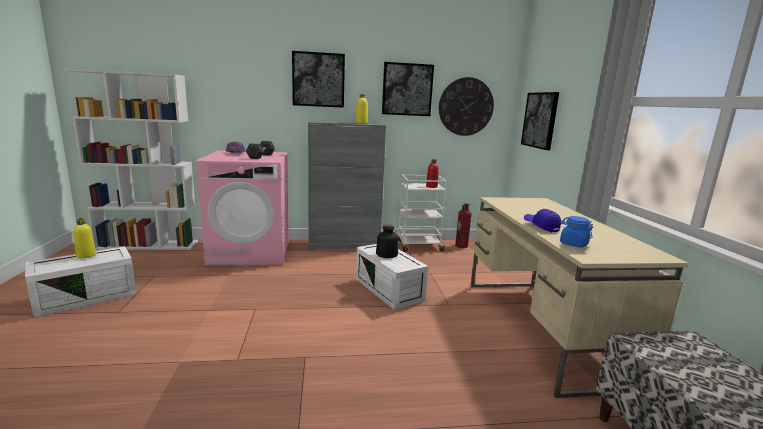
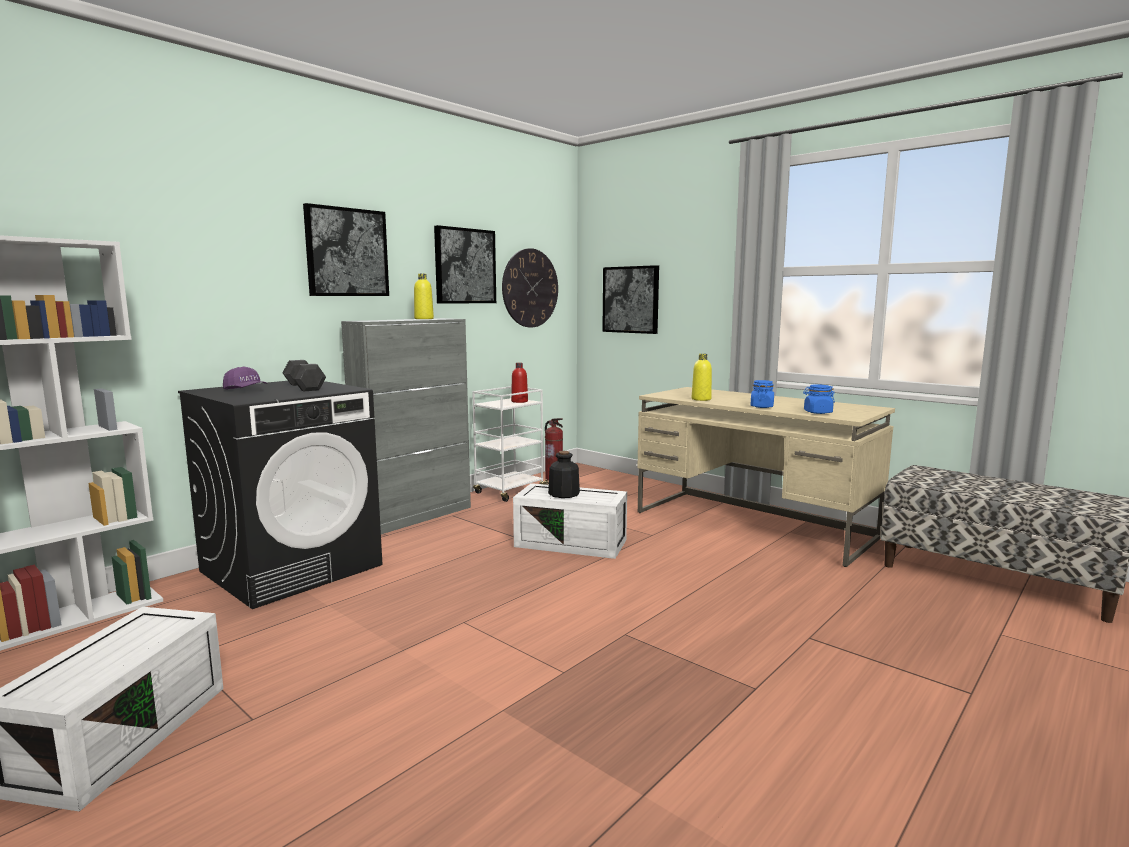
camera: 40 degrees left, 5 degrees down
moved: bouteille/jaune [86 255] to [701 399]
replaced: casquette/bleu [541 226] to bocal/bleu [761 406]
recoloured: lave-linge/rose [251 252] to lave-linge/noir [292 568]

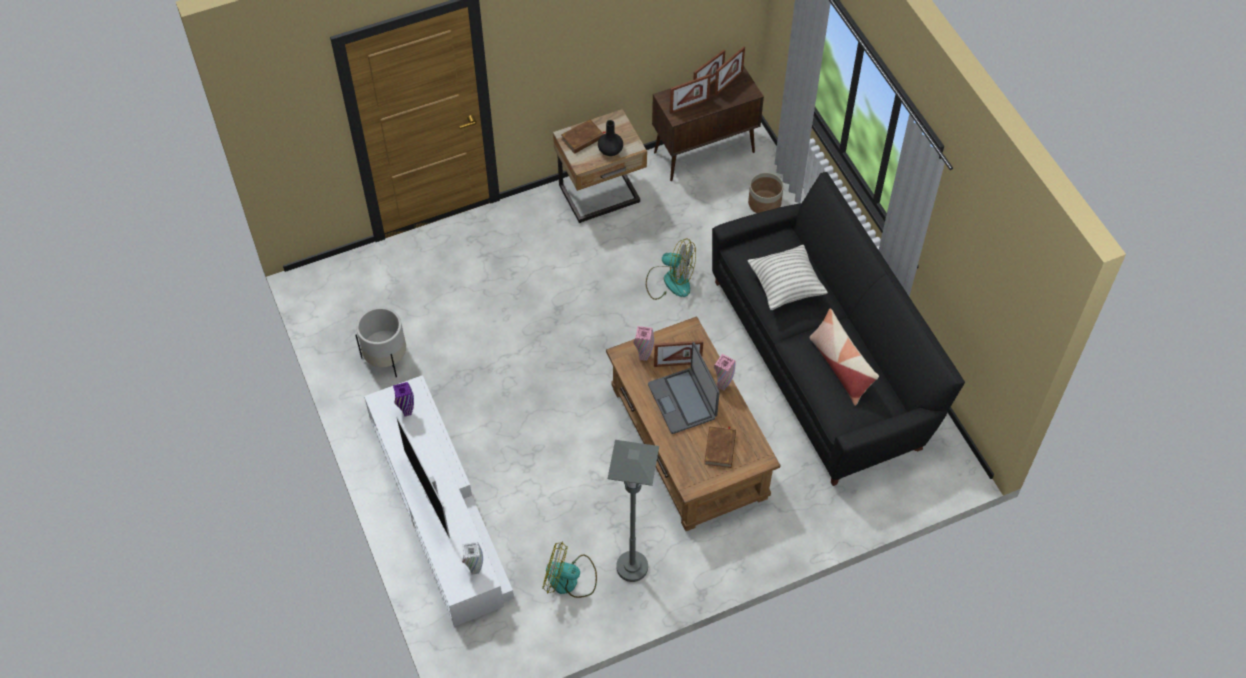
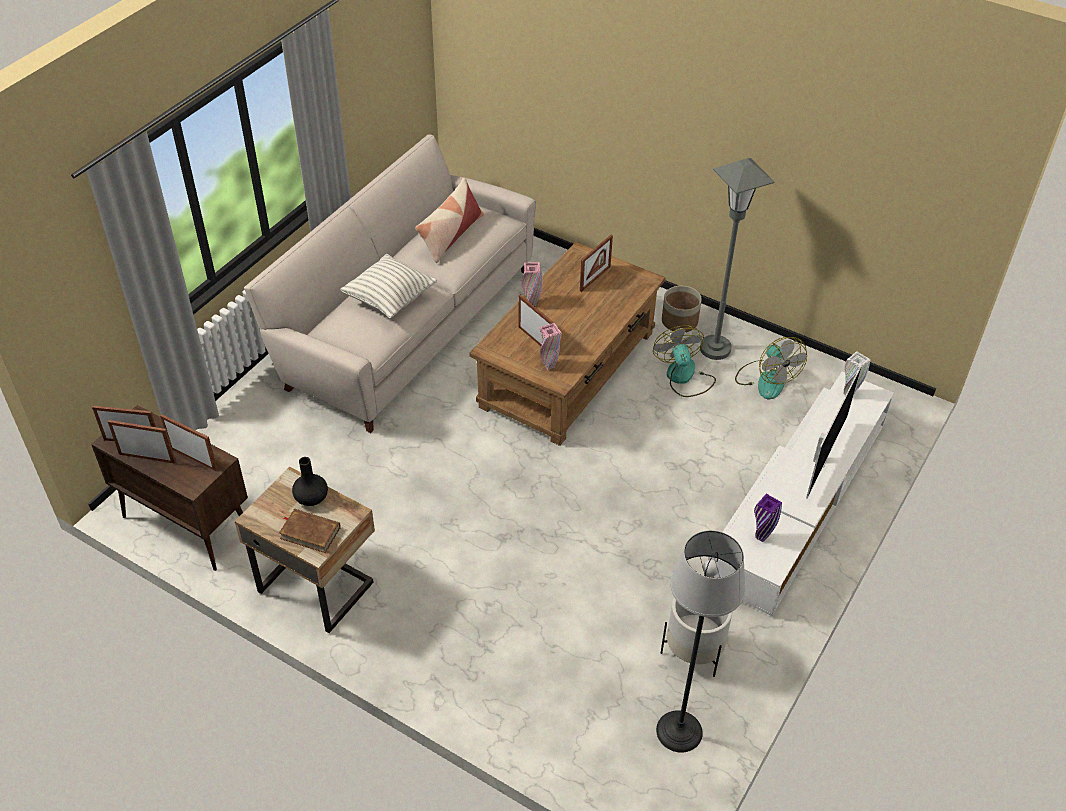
camera: 125 degrees left, 10 degrees down
removed: ordinateur portable [683 401]
added: lampadaire [679 731]
moved: ventilateur [670 281] to [684 377]; cache-pot [764 203] to [679 321]
replaced: livre/marron [720 448] to cadre photo [595 278]
recoloured: canapé/noir [822 360] to canapé/beige [405 325]

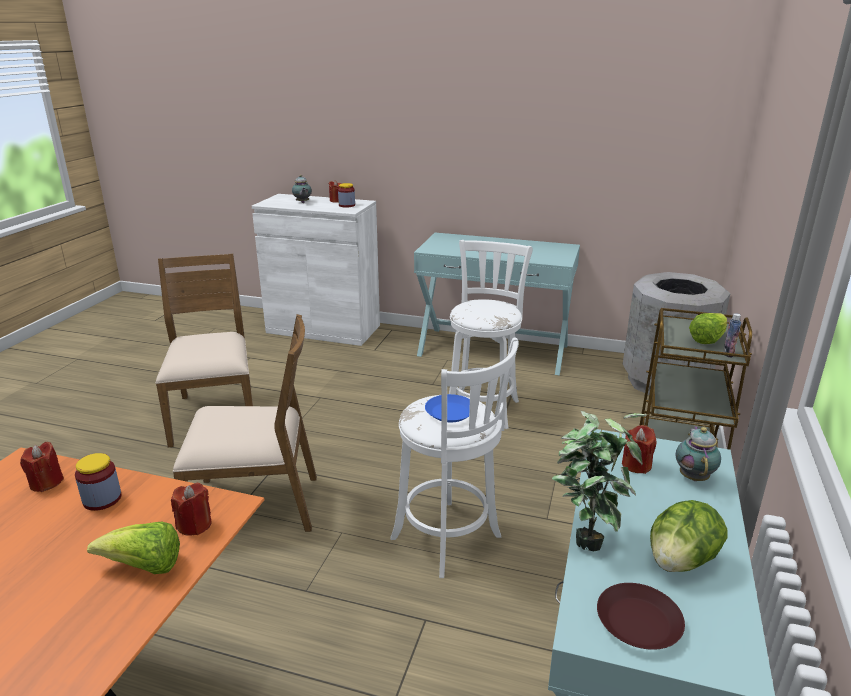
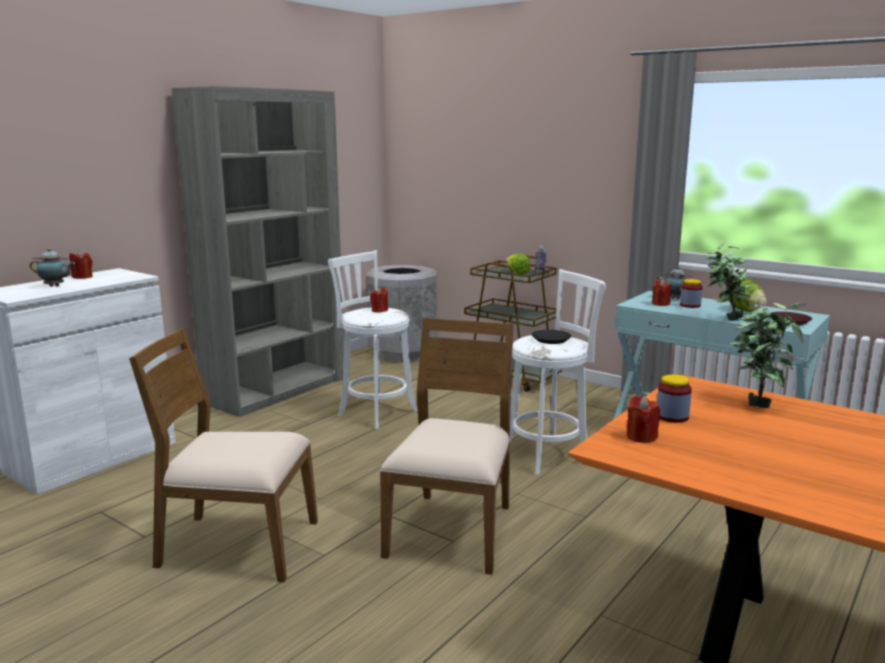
camera: 70 degrees left, 10 degrees down
moved: bougie/rouge [194 525] to [379 310]; bocal [347 205] to [690 305]
replaced: laitue [144 567] to plante en pot [758 403]; table console/turquoise [493 350] to bibliothèque/gris [277 390]
recoloured: assiette/bleu [449 412] to assiette/noir [550 340]

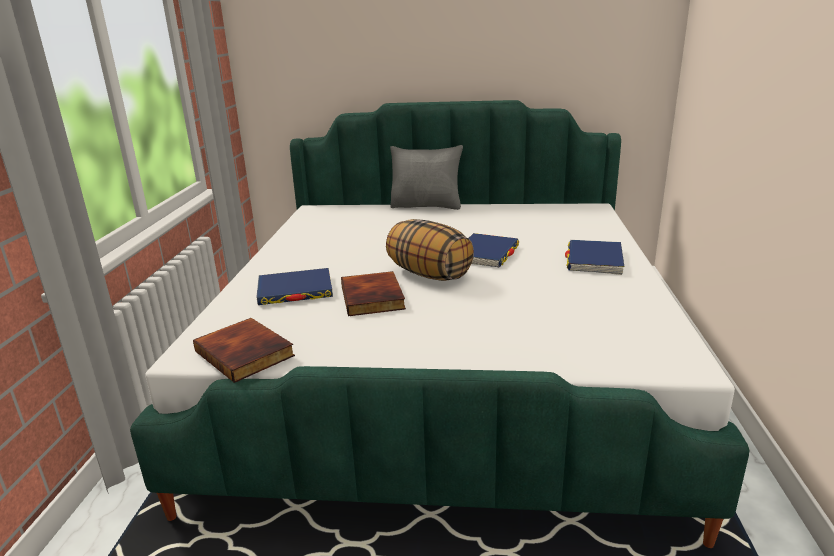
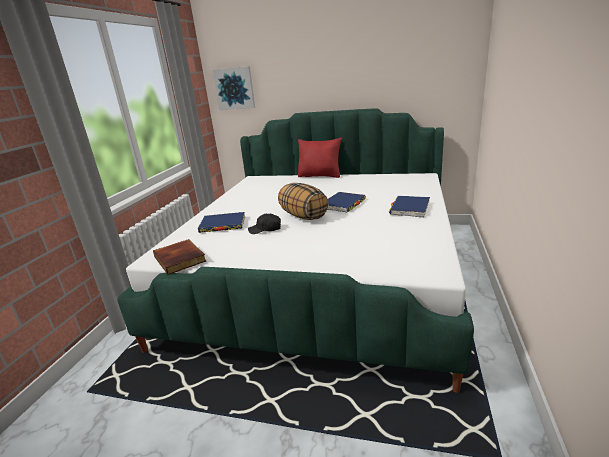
camera: 10 degrees right, 0 degrees up
added: tableau [234 88]
replaced: livre [374 297] to casquette/noir [265 229]
recoloured: coussin/gris [427 206] to coussin/rouge [320 176]

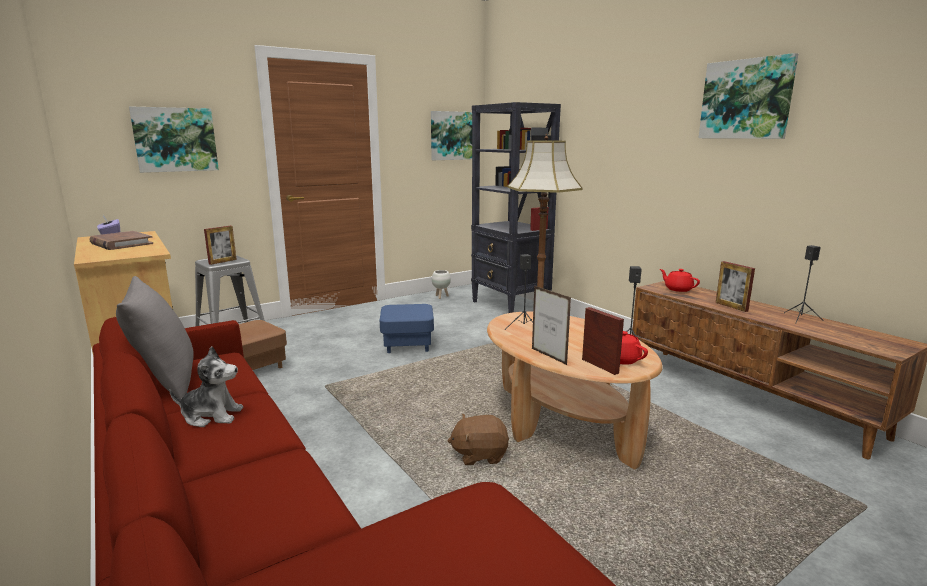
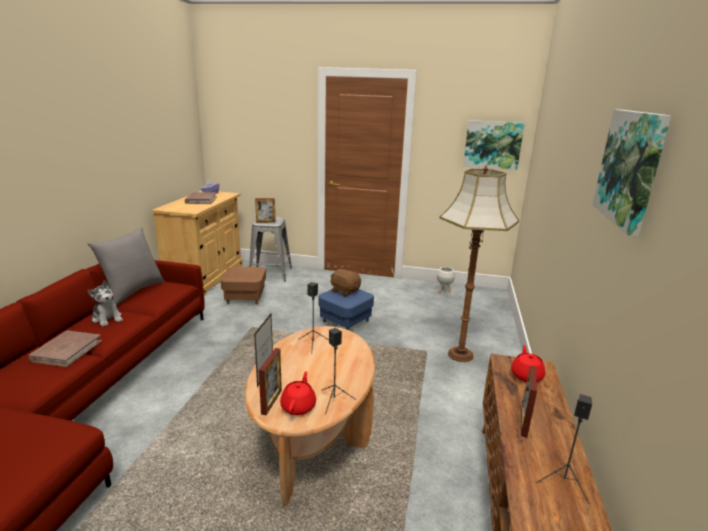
camera: 45 degrees right, 5 degrees up
removed: tableau [175 139]; bibliothèque/noir [510 305]
added: livre/marron [66 351]
moved: peluche/marron [479 455] to [345 291]

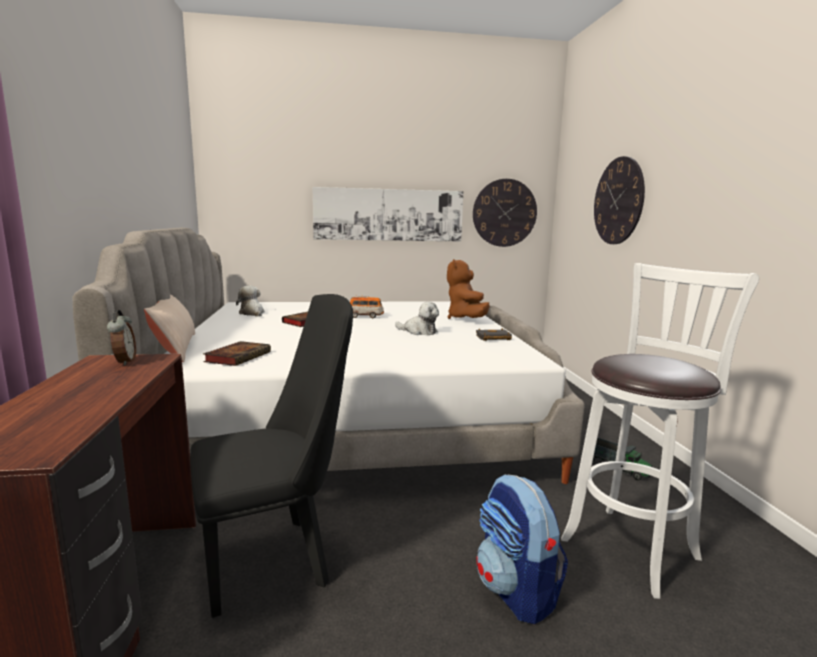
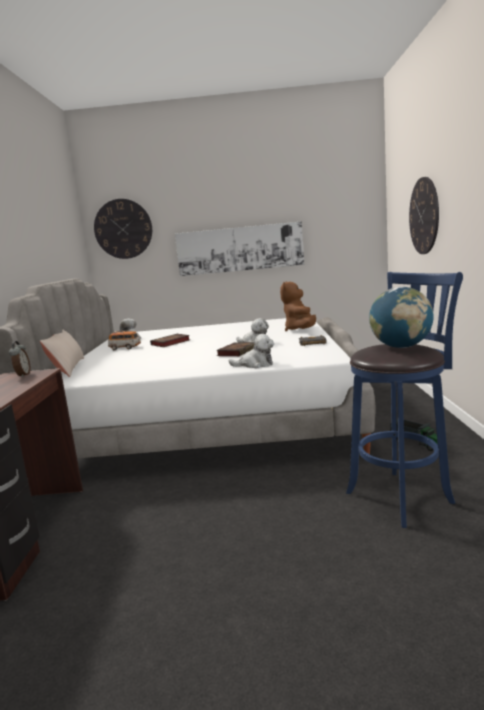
camera: 10 degrees right, 0 degrees up
removed: chaise/noir [276 559]; sac à dos [516 591]
added: peluche [255 365]; globe [401 347]
moved: livre [239 357] to [237 352]; petite voiture [365 316] to [125 348]; horloge murale [504 213] to [123 229]
recoloured: tabouret/blanc [633 546] to tabouret/bleu [402 495]

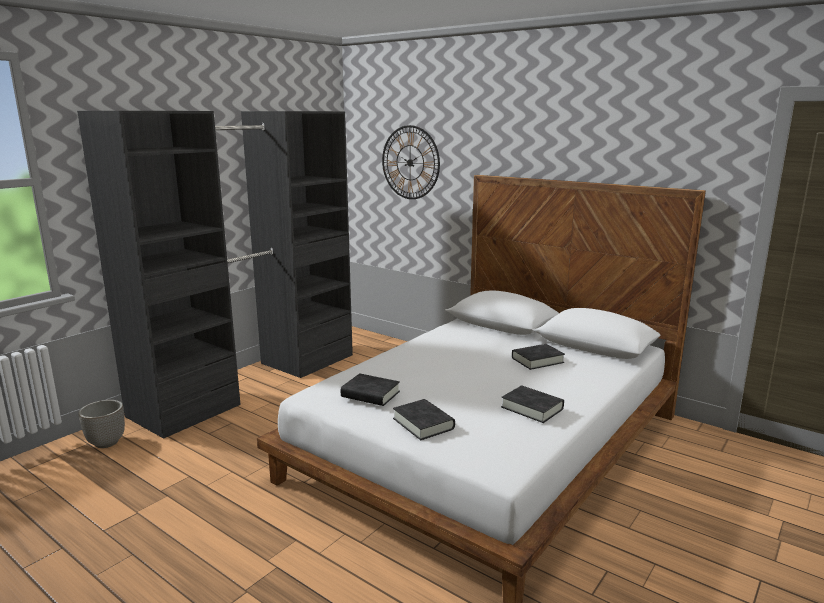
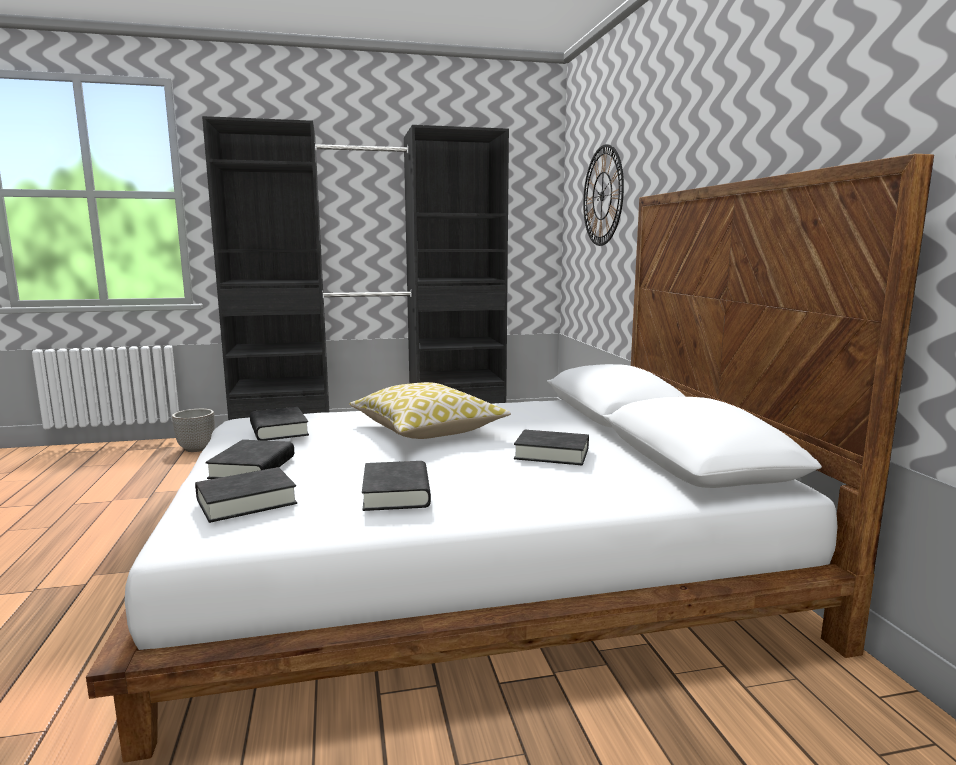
camera: 40 degrees right, 5 degrees down
added: livre/noir [246 501]; coussin [428 430]

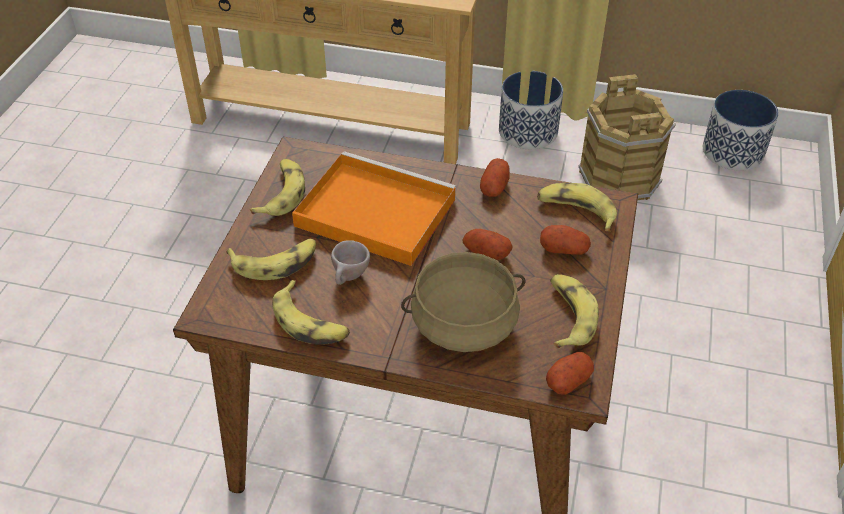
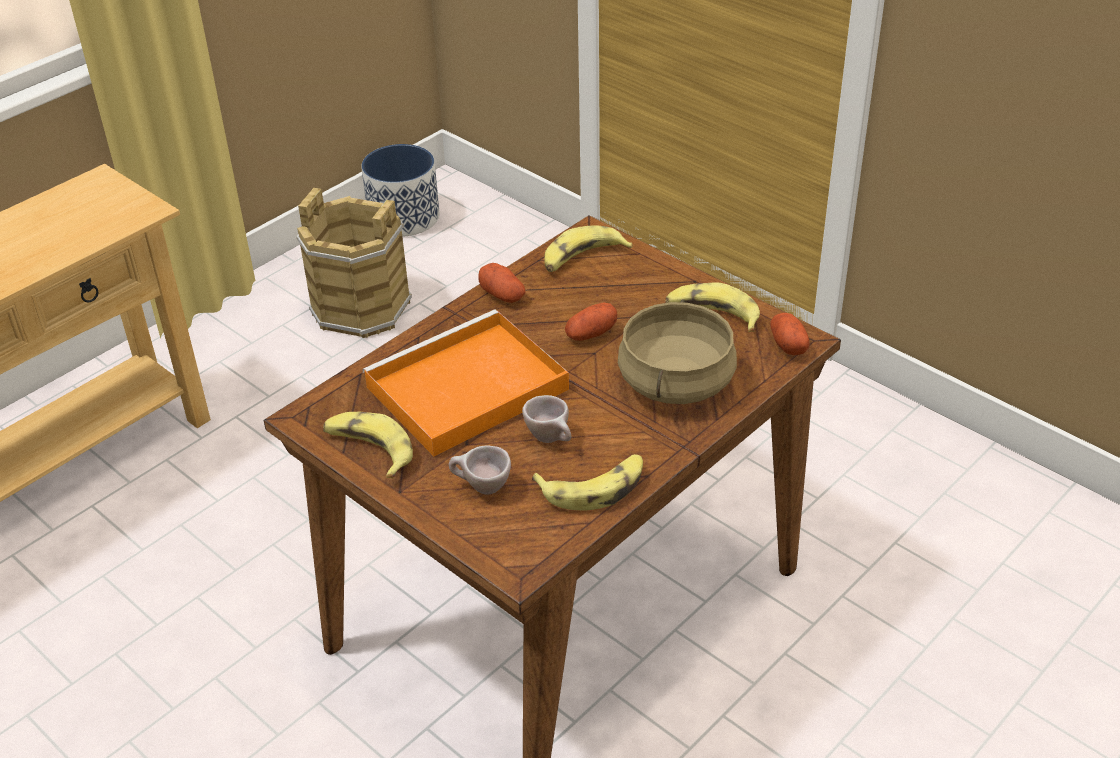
camera: 60 degrees left, 5 degrees down
removed: cache-pot [528 132]; pomme de terre [564 249]
replaced: banane [275 262] to tasse/beige [481 488]

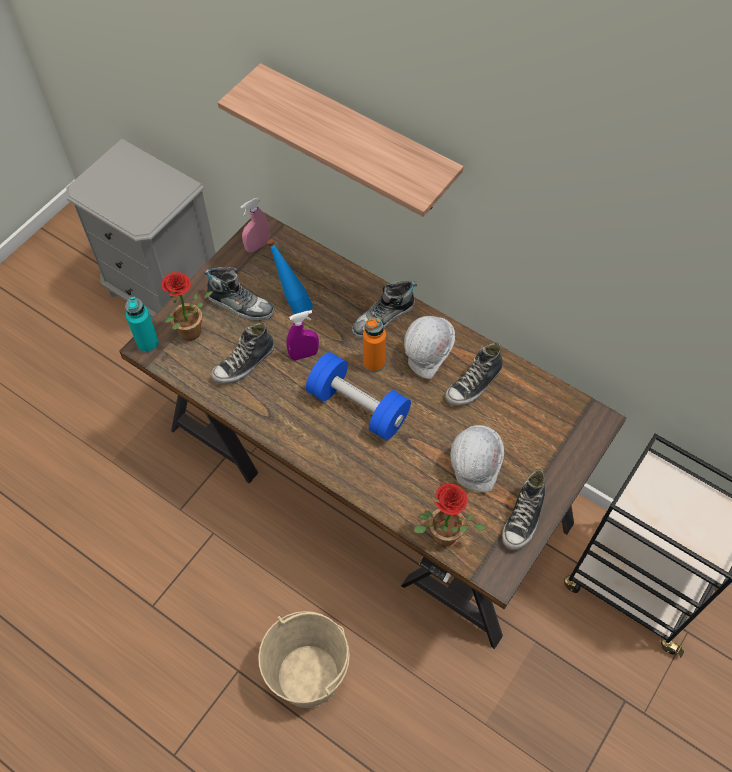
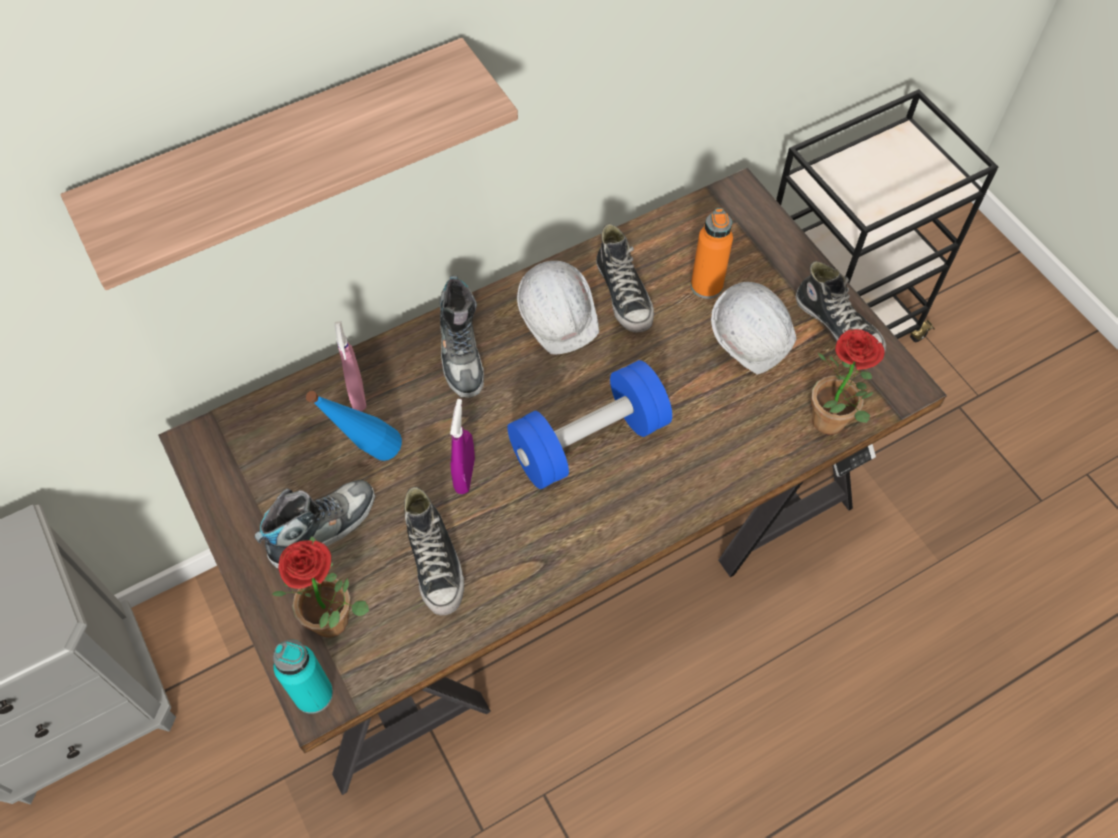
camera: 65 degrees left, 0 degrees up
removed: seau/beige [308 676]
moved: vaporisateur/rose [257 246] to [357 395]; bouteille/orange [374 363] to [706 286]

